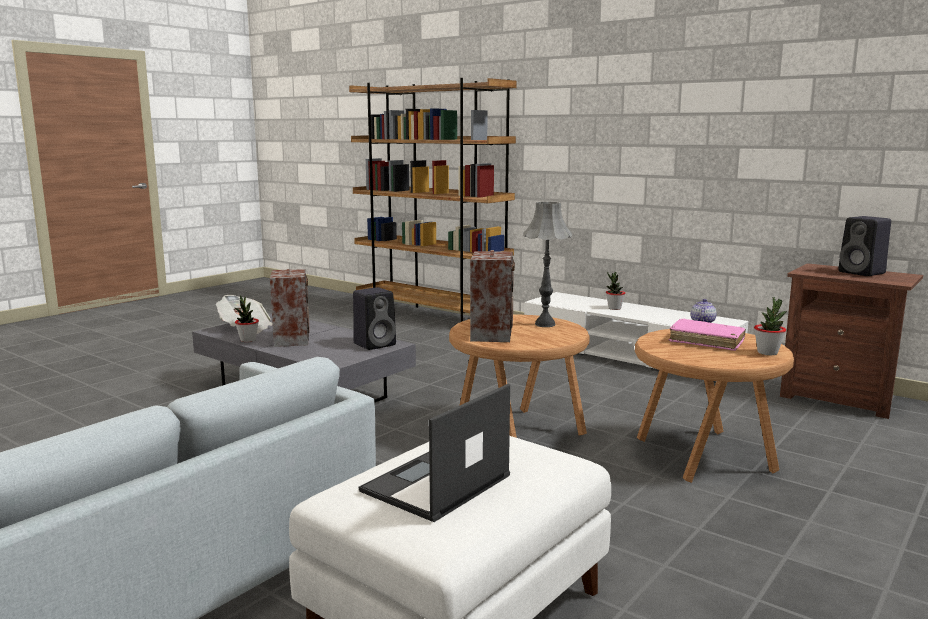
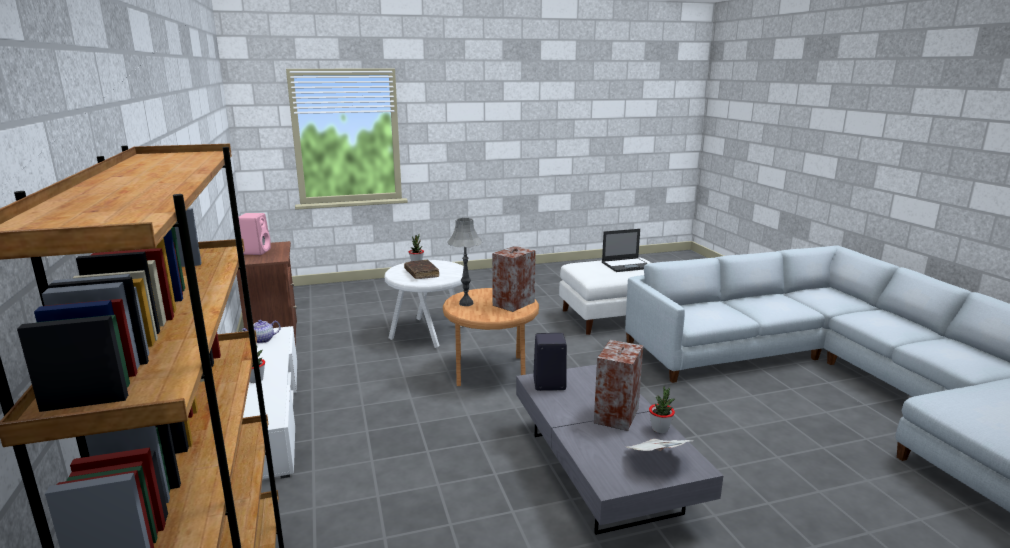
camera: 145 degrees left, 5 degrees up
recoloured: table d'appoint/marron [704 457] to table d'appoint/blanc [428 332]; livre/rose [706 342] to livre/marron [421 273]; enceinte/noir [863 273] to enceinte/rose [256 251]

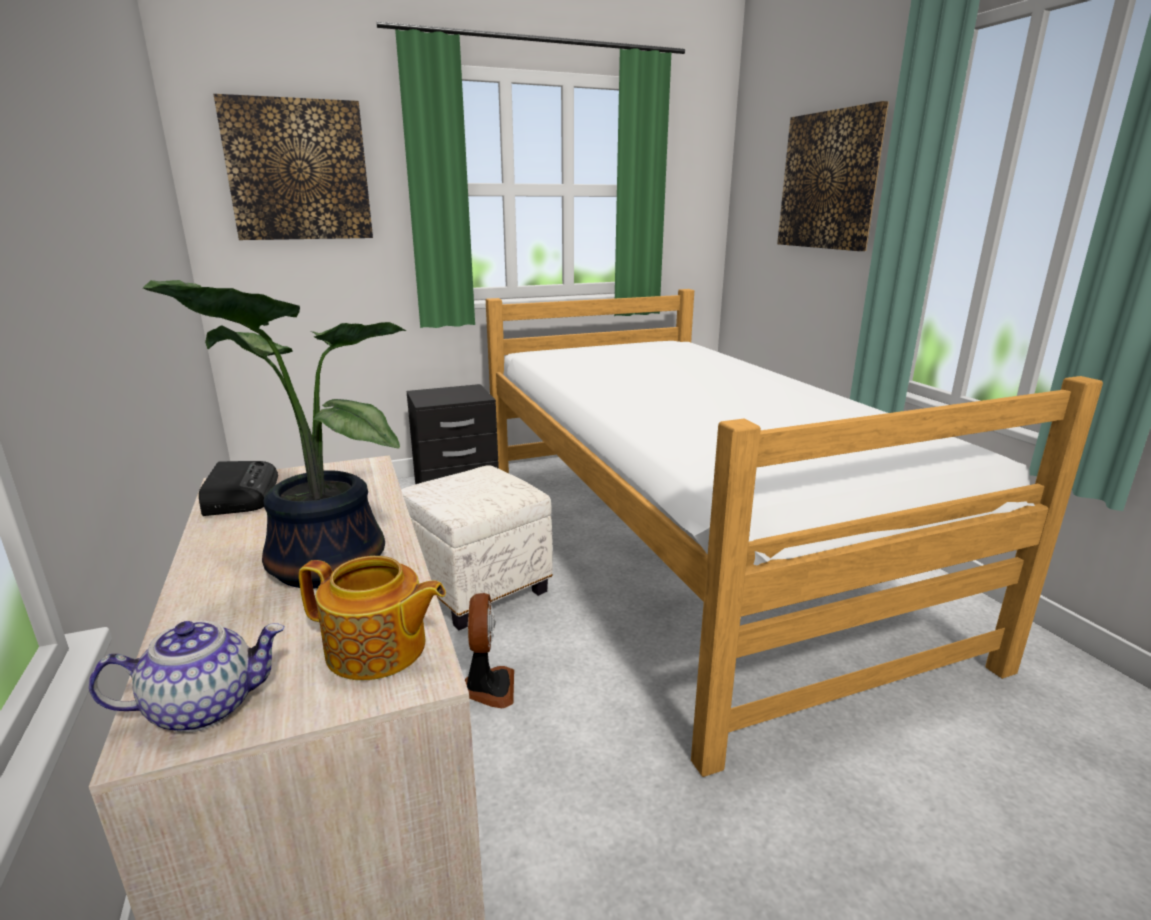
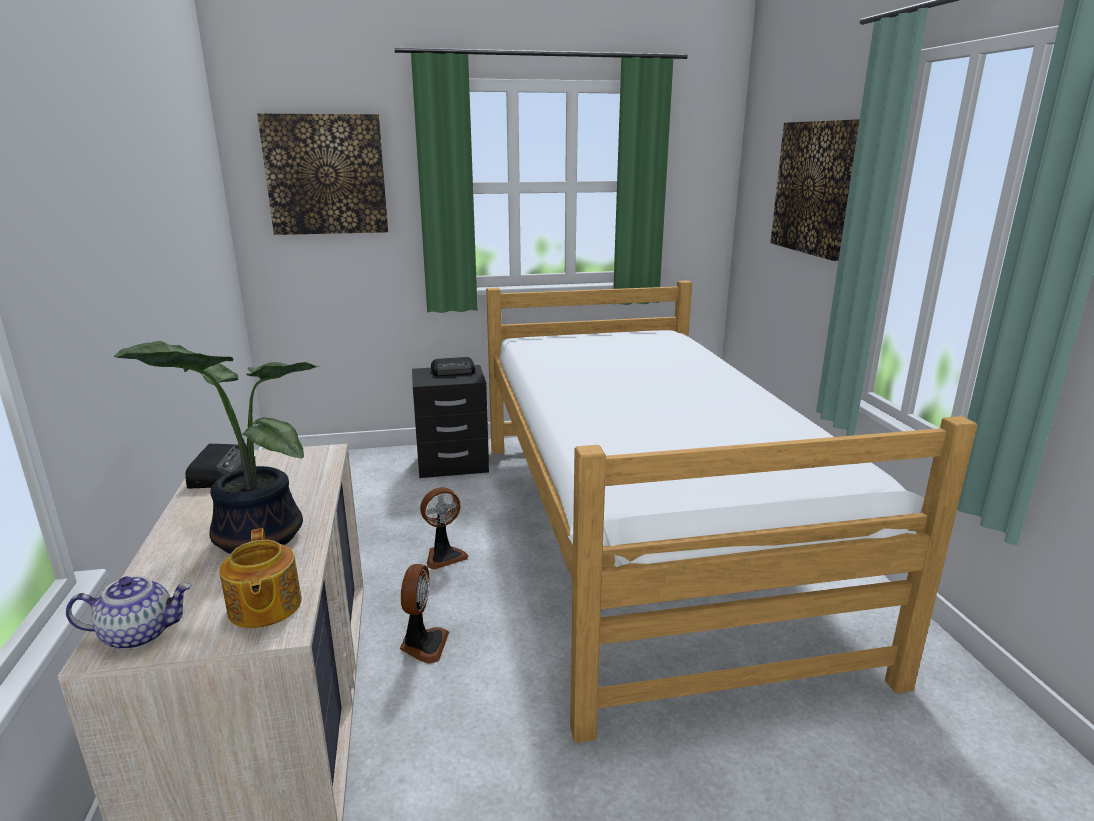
camera: 10 degrees right, 0 degrees up
added: radio [454 371]
replaced: pouf/blanc [479 588] to ventilateur [444 556]
turned: théière [378 650] = [264 607] 45 degrees clockwise

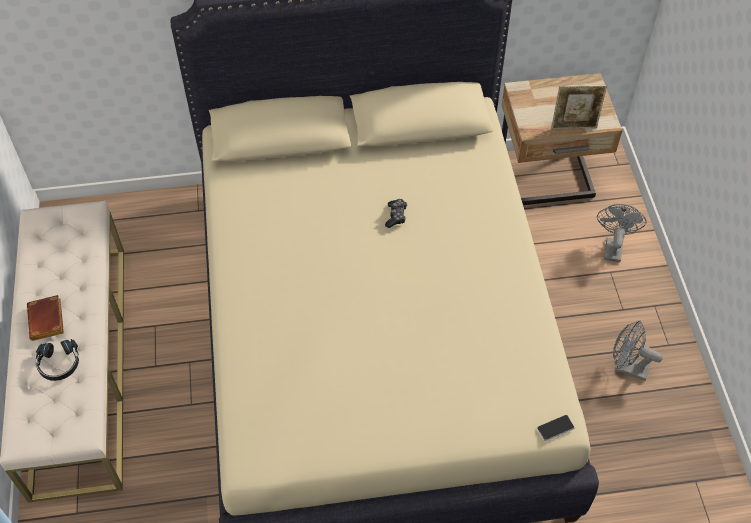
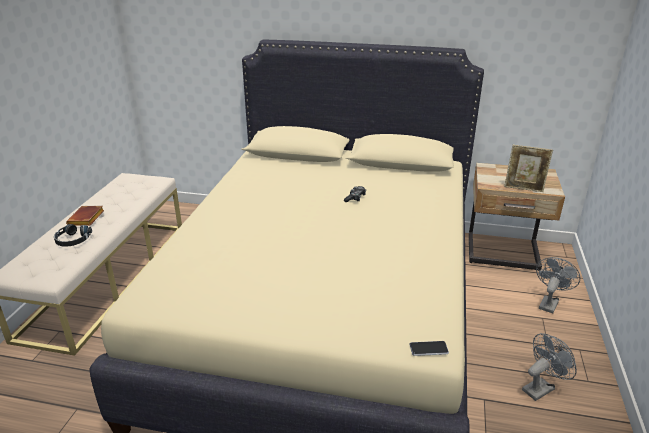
camera: 20 degrees right, 25 degrees down
turned: ventilateur/gris [627 368] = [541 387] 105 degrees clockwise

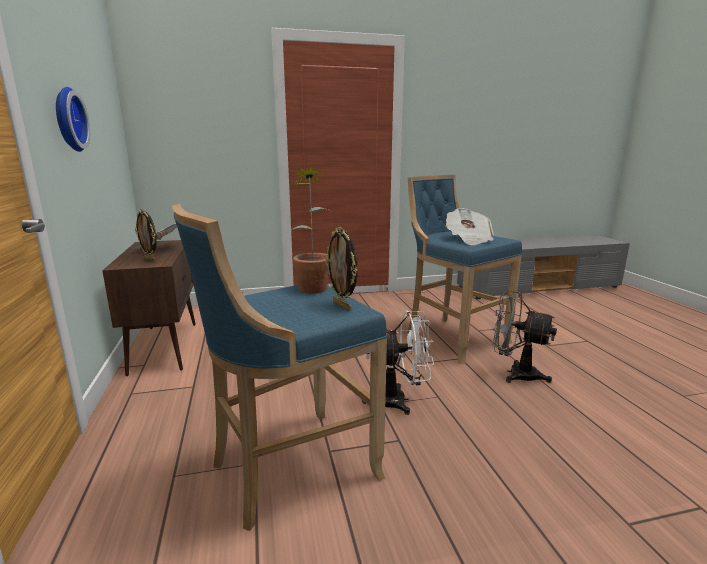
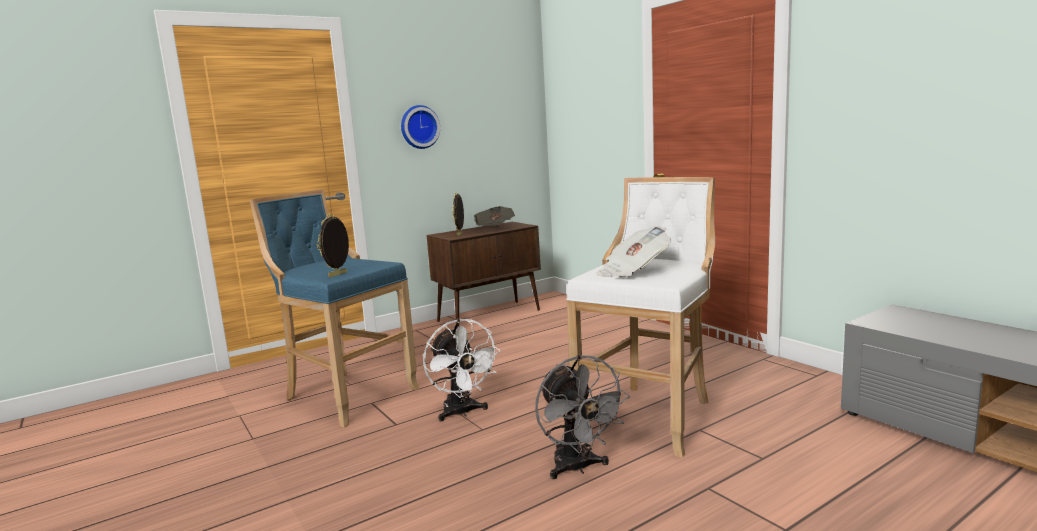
camera: 70 degrees right, 5 degrees down
removed: plante en pot [313 286]
recoloured: tabouret/bleu [452 337] to tabouret/blanc [650 416]
turned: ventilateur/gris [515 373] = [577 468] 150 degrees clockwise

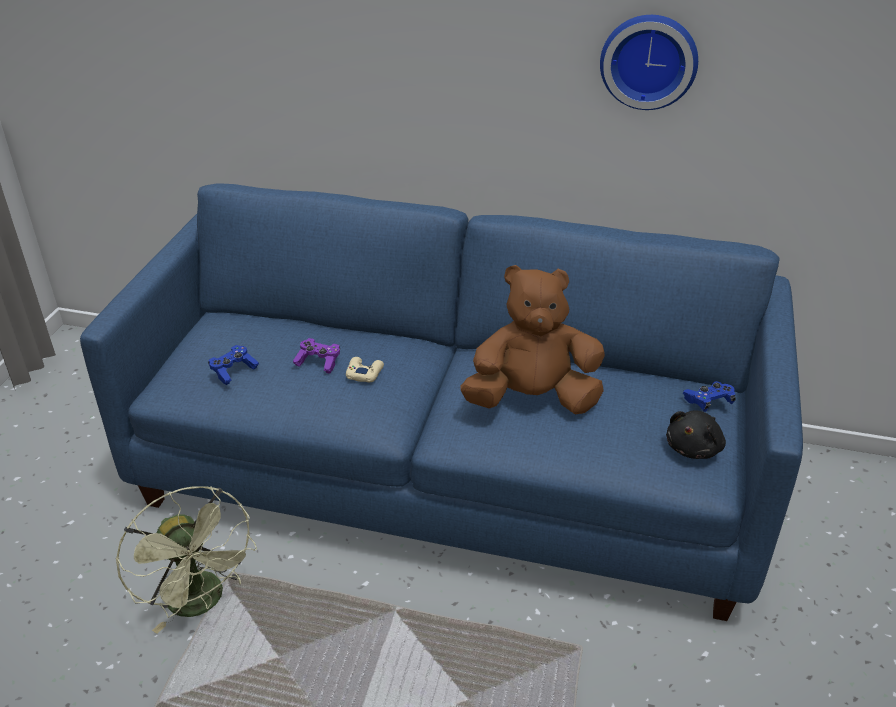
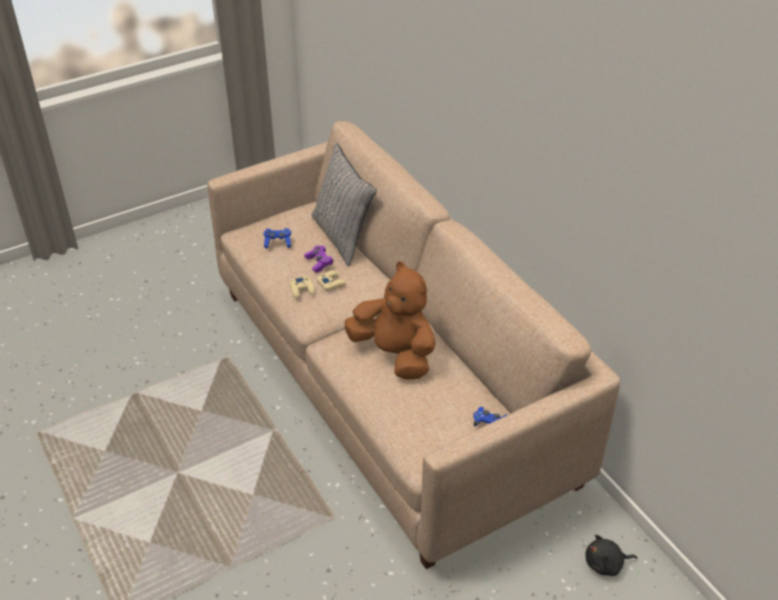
camera: 45 degrees right, 5 degrees up
removed: ventilateur/vert [202 603]; horloge murale [649 60]
added: manette/beige [302 290]; coussin/gris [343 236]
moved: peluche/noir [694 448] to [606 564]
recoloured: canapé/bleu [449 473] to canapé/beige [390 382]

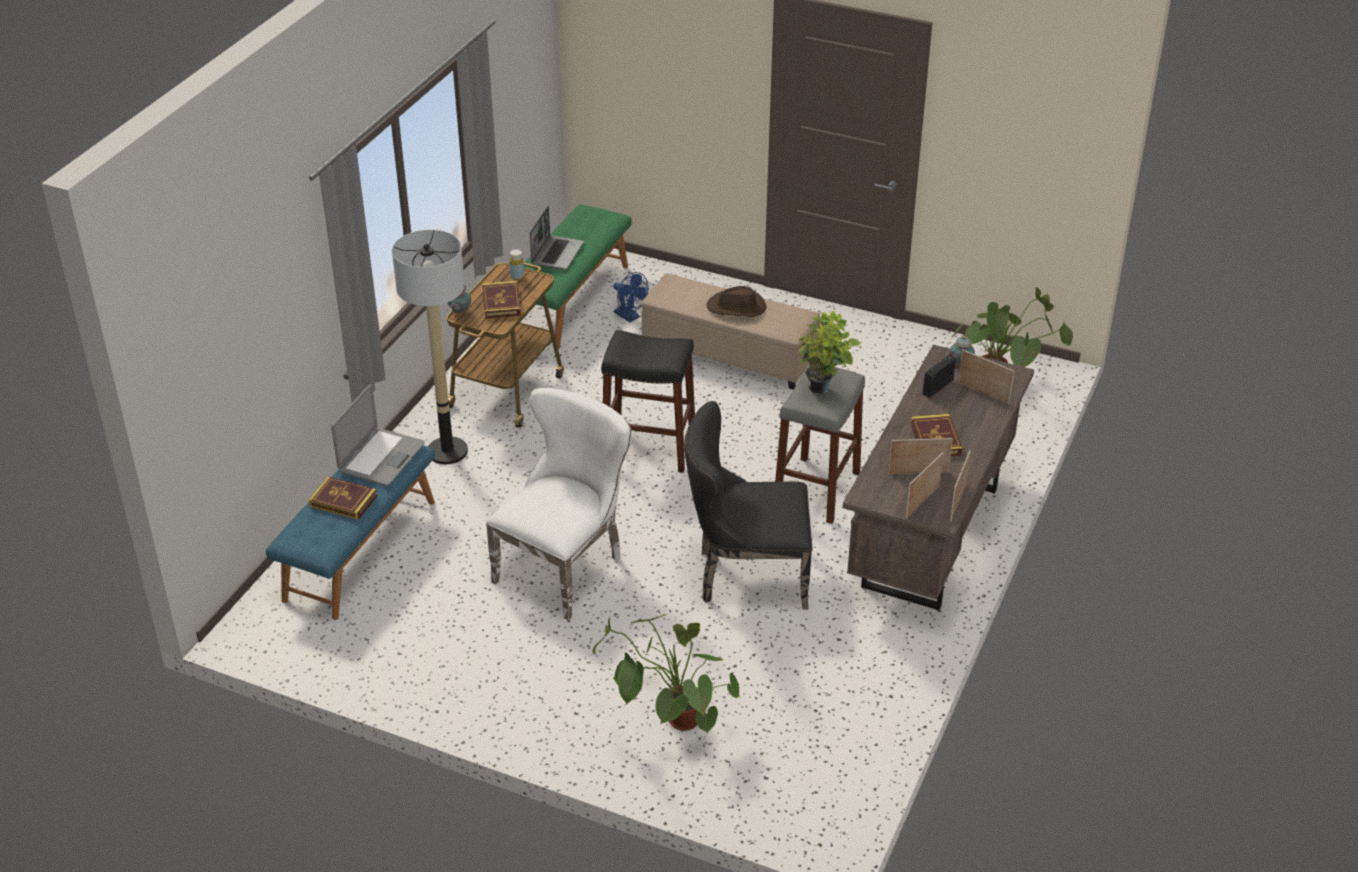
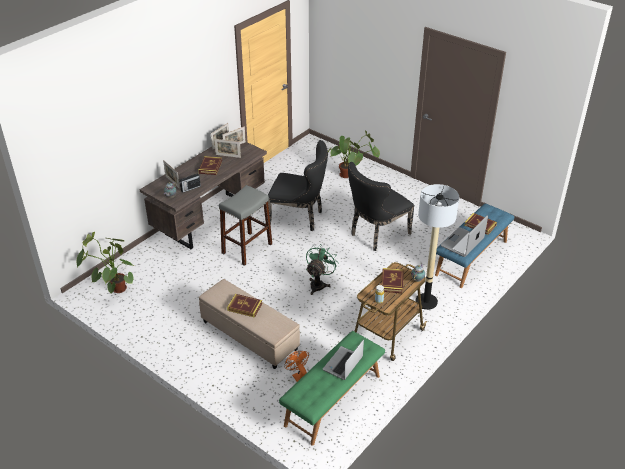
camera: 165 degrees left, 0 degrees up
removed: plante en pot [823 391]
replaced: tabouret/noir [649 448] to ventilateur/vert [319 284]; chapeau/marron [736 307] to livre [245 307]
recoloured: chaise/blanc [565 566] to chaise/noir [376 235]; ventilateur/bleu [630 317] to ventilateur/orange [298 377]

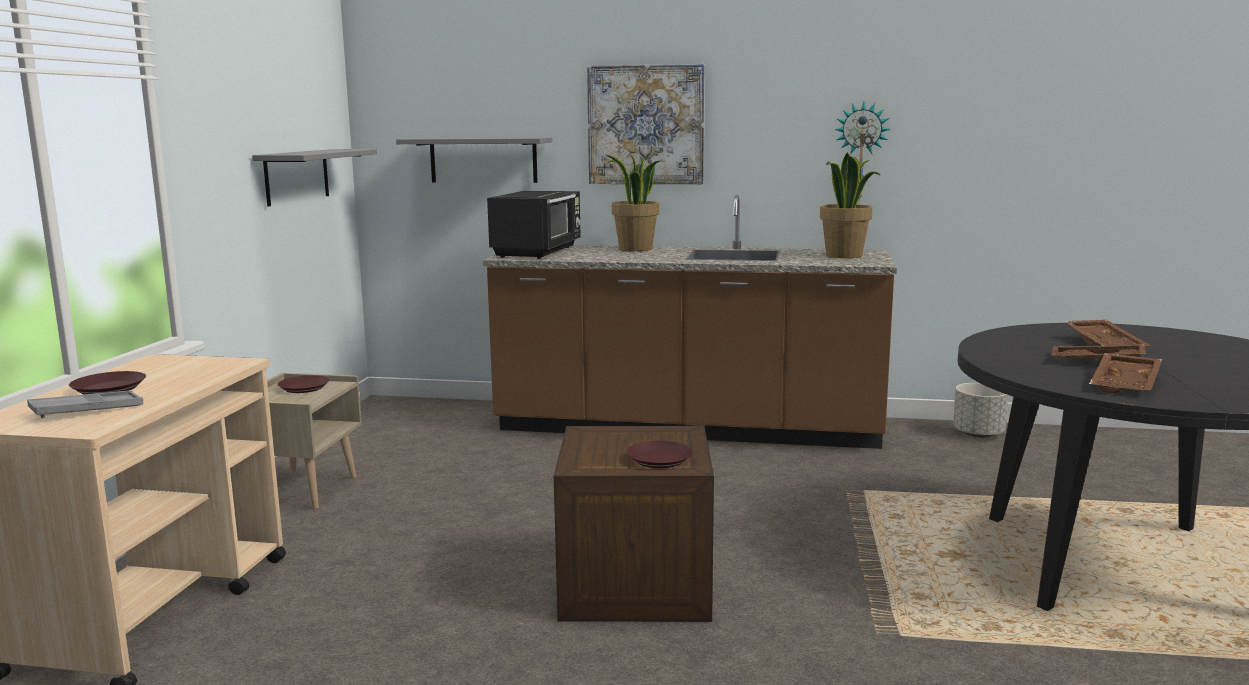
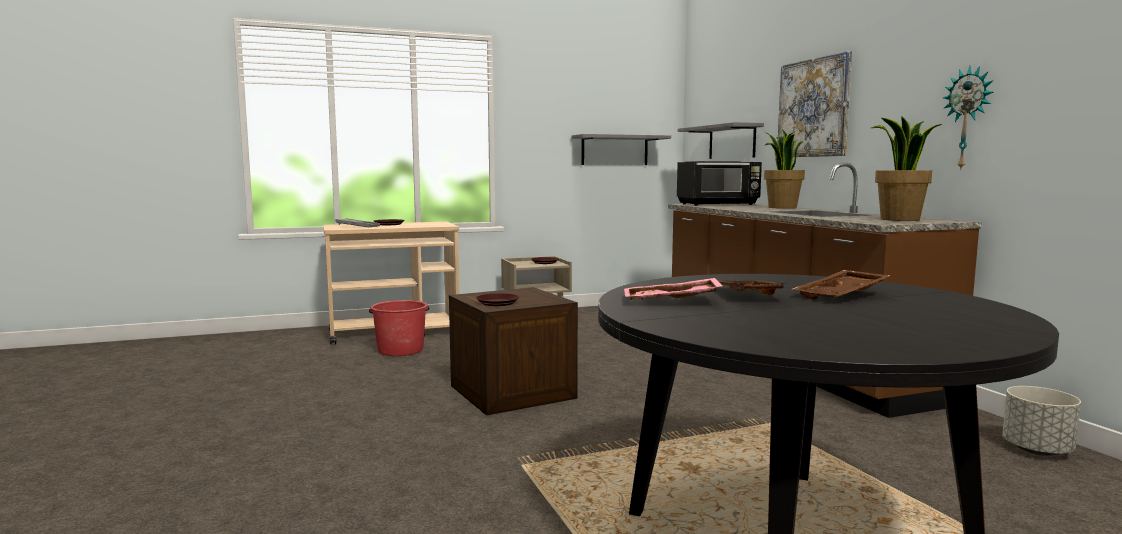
camera: 60 degrees right, 5 degrees down
added: seau/rouge [400 350]
recoloured: plateau/marron [1127 385] to plateau/rose [671 302]

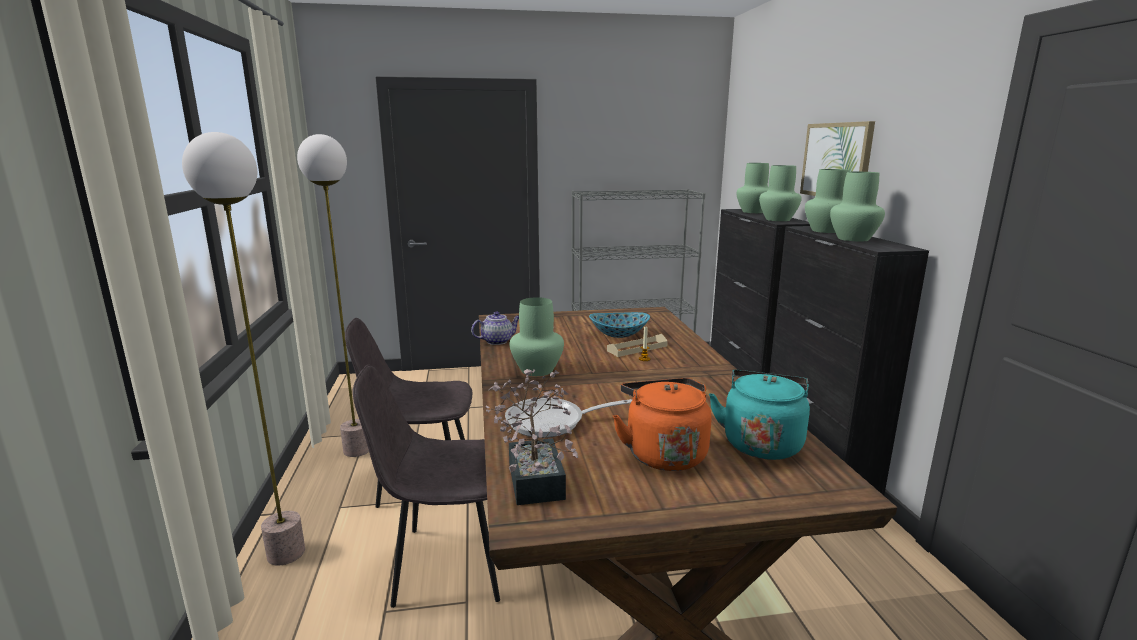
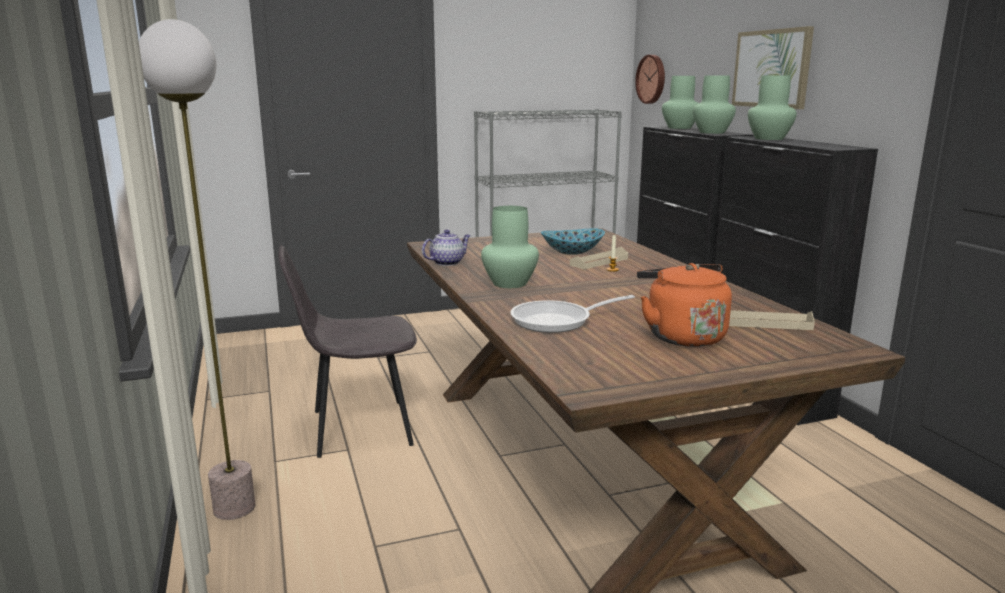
camera: 10 degrees left, 0 degrees up
removed: lampadaire [357 450]; chaise/gris [448 563]; plante en pot [535 476]; vase/vert [852 239]
added: horloge murale [652 79]
replaced: bouilloire/turquoise [761 442] to plateau/beige [765 323]

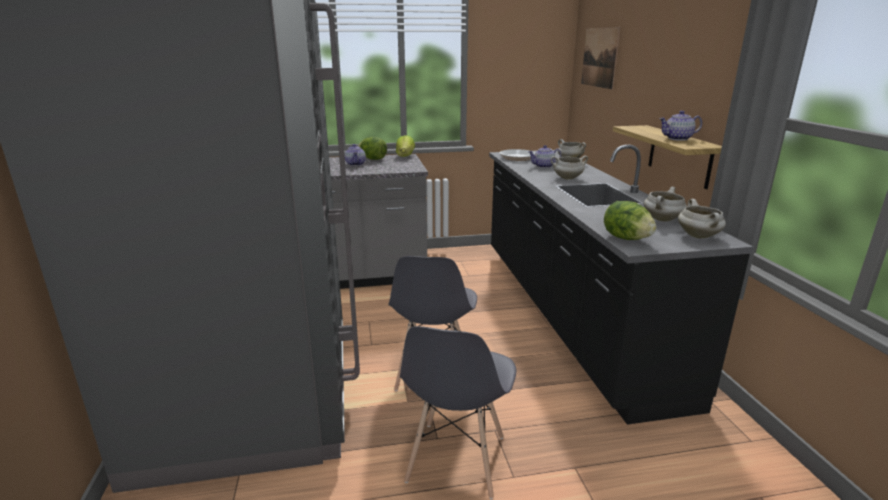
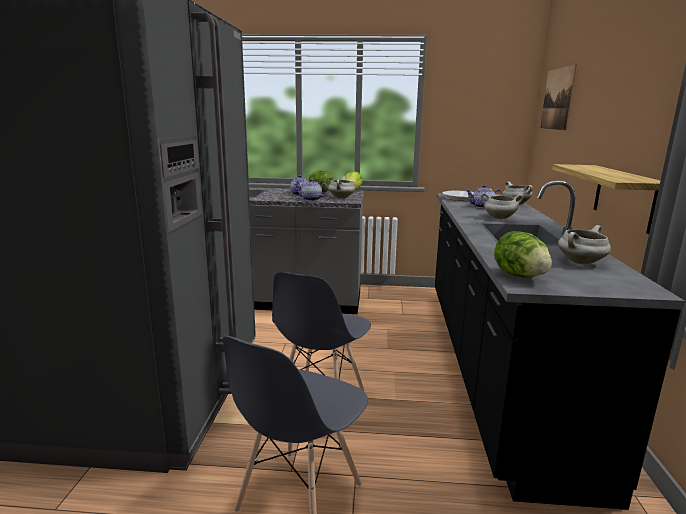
camera: 15 degrees right, 5 degrees down
moved: théière [678 139] to [311 199]; marmite/blanc [699 236] to [341 198]

